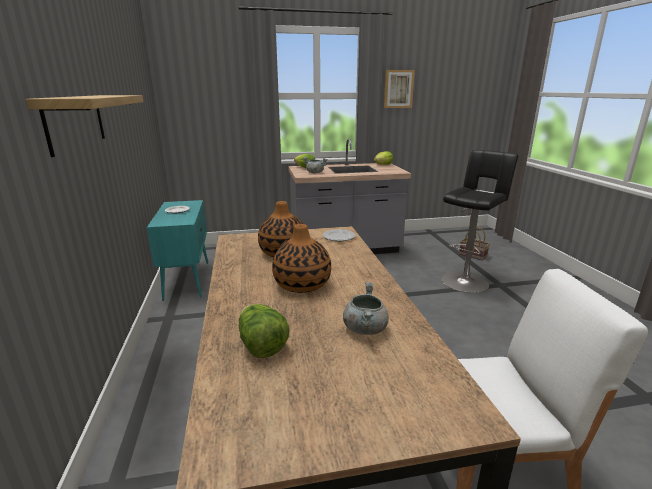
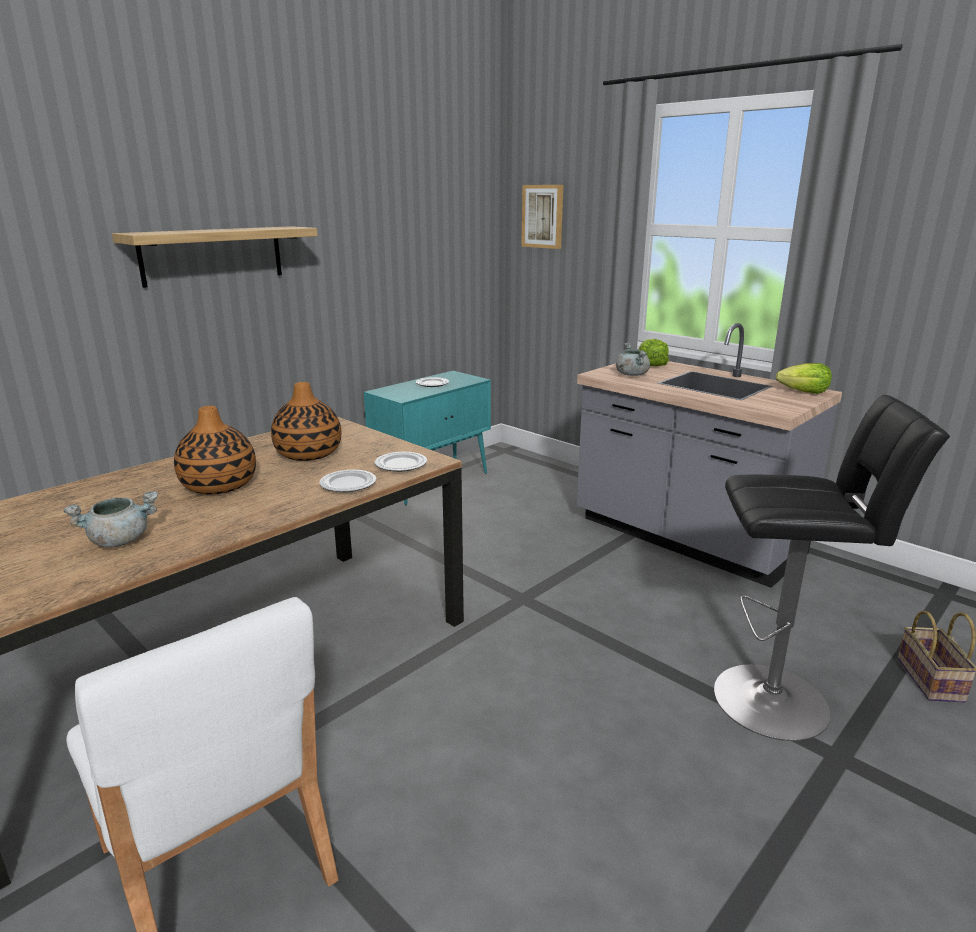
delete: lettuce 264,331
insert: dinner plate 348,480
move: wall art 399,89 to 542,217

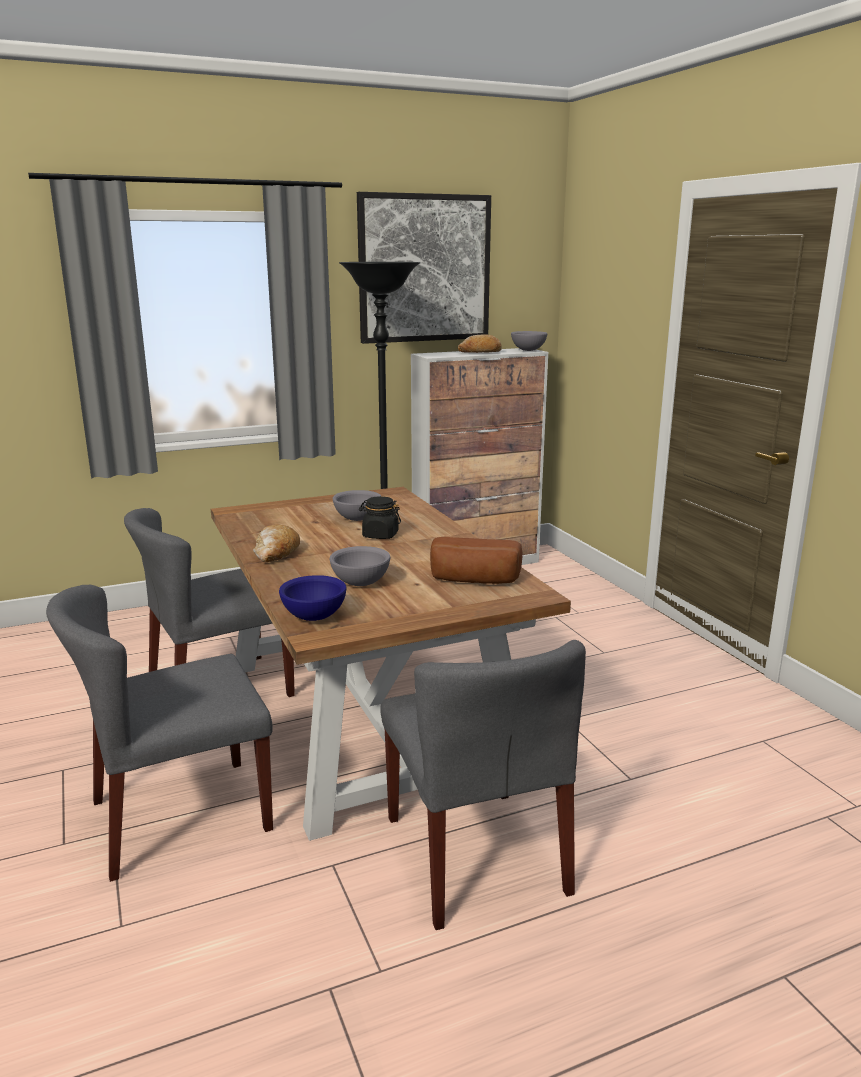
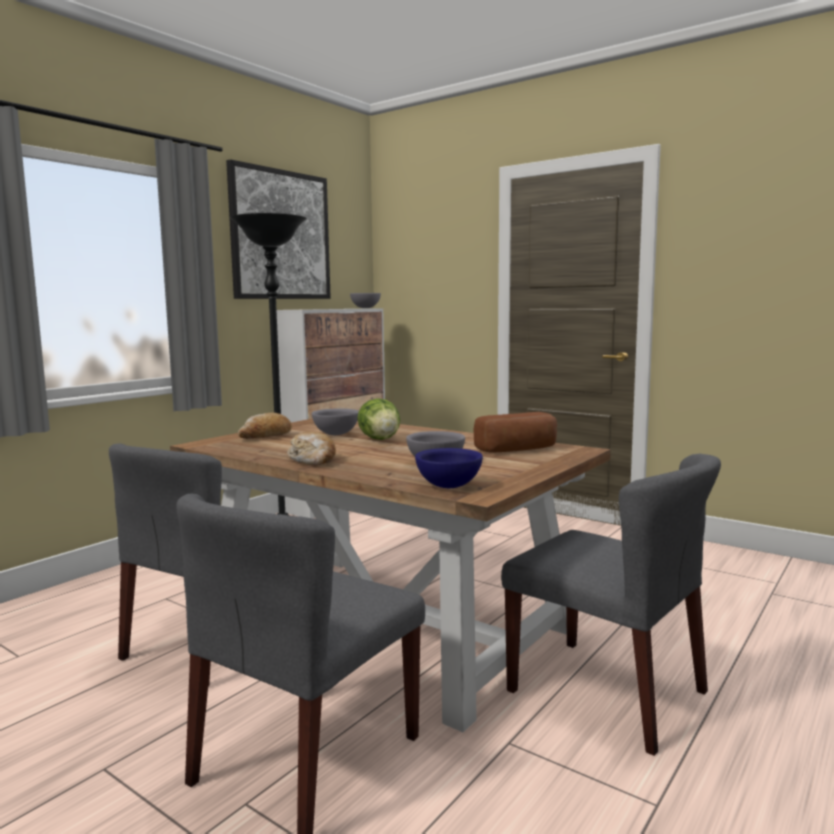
move: bread 480,343 to 265,426
replace: black storage jar 380,517 to lettuce 378,419

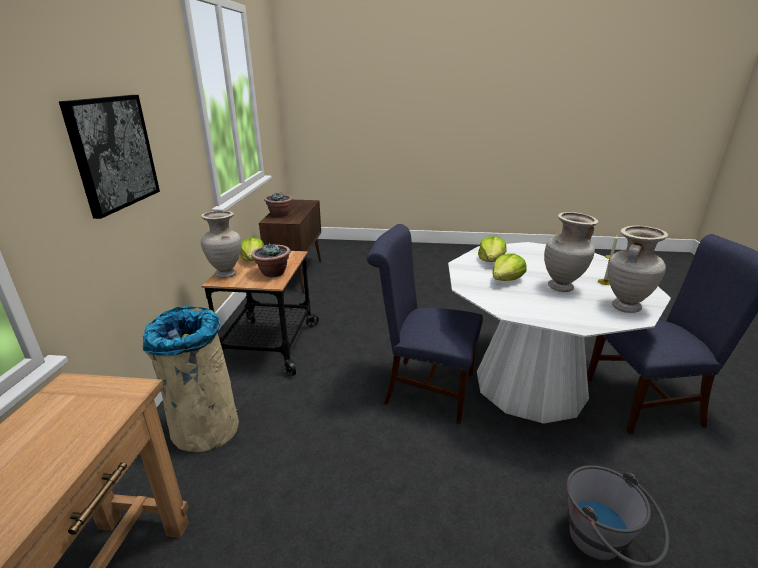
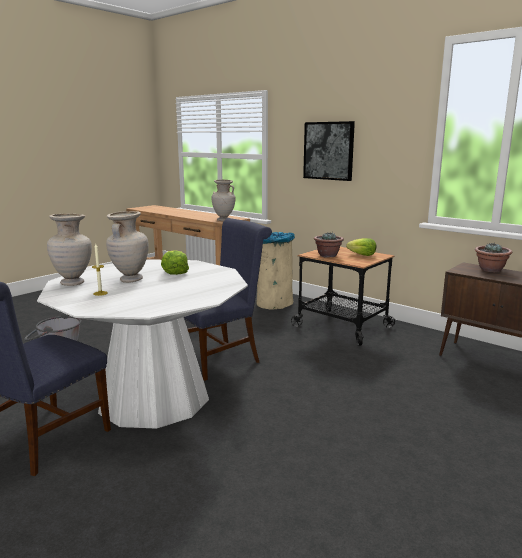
delete: lettuce 492,249
move: beige-coloured decorative vase 221,244 to 223,200

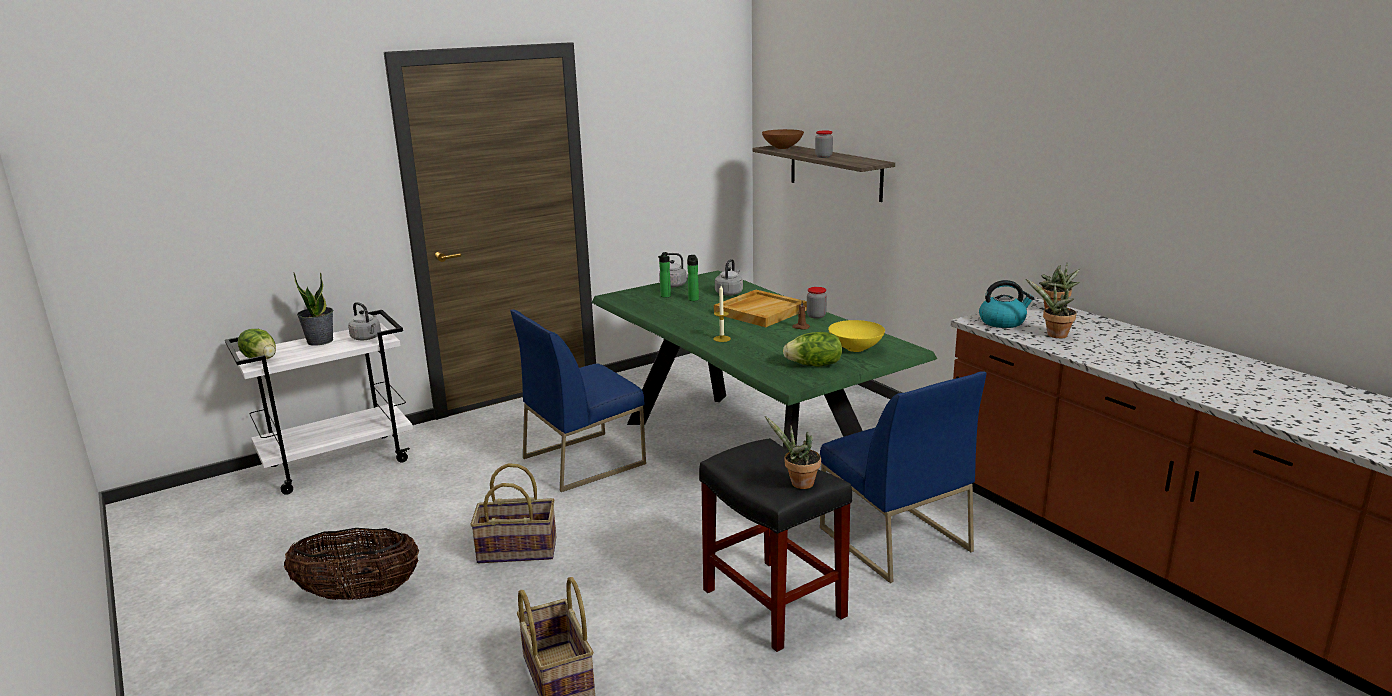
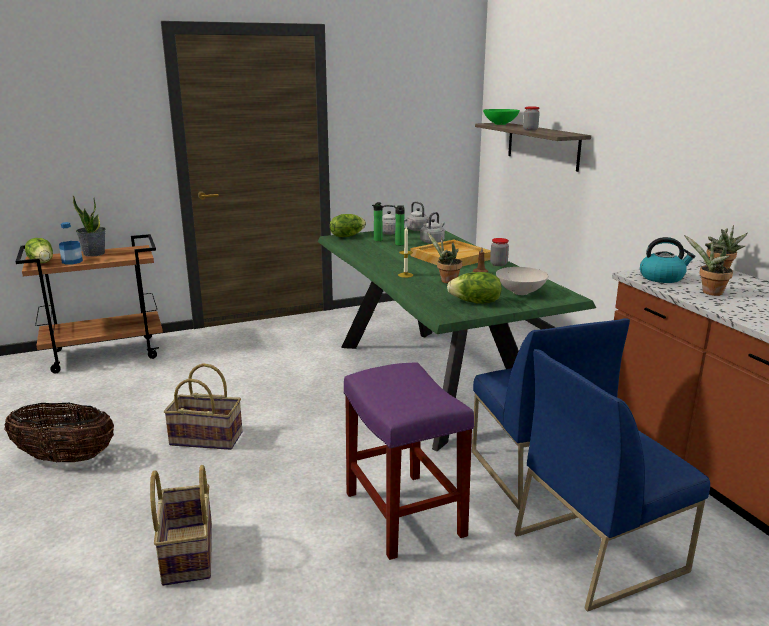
insert: beverage bottle 71,243; lettuce 348,225
move: grey water kettle 364,321 to 418,216; blue-coloured plain chair 578,401 to 612,480; houseplant 793,452 to 444,257
recolor: whitish trolley 319,402 to brown trolley 89,304; black stool 775,545 to purplish stool 409,461; brown deep dish 783,139 to green-coloured deep dish 501,117; yellowish deep dish 856,336 to whitish deep dish 522,281

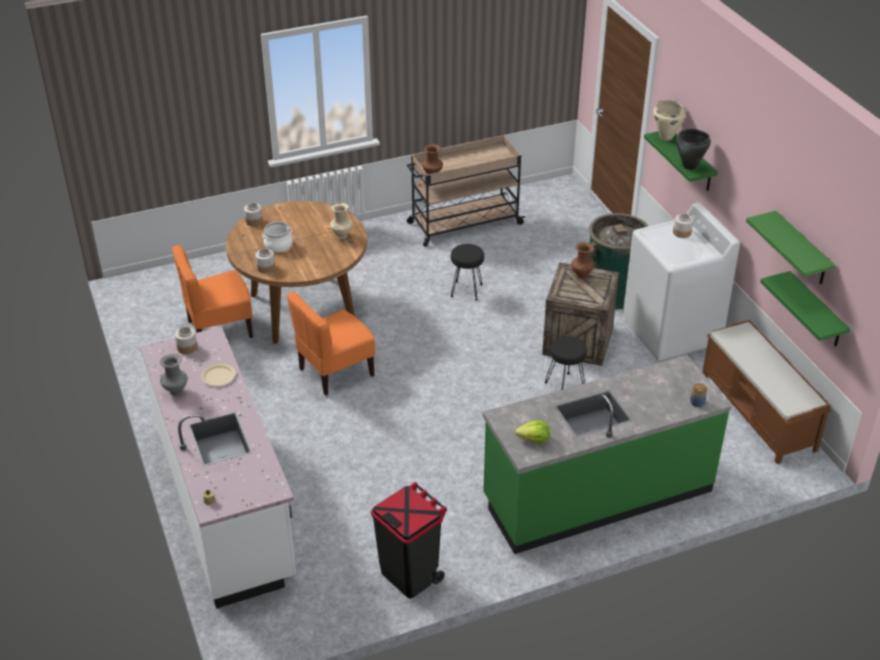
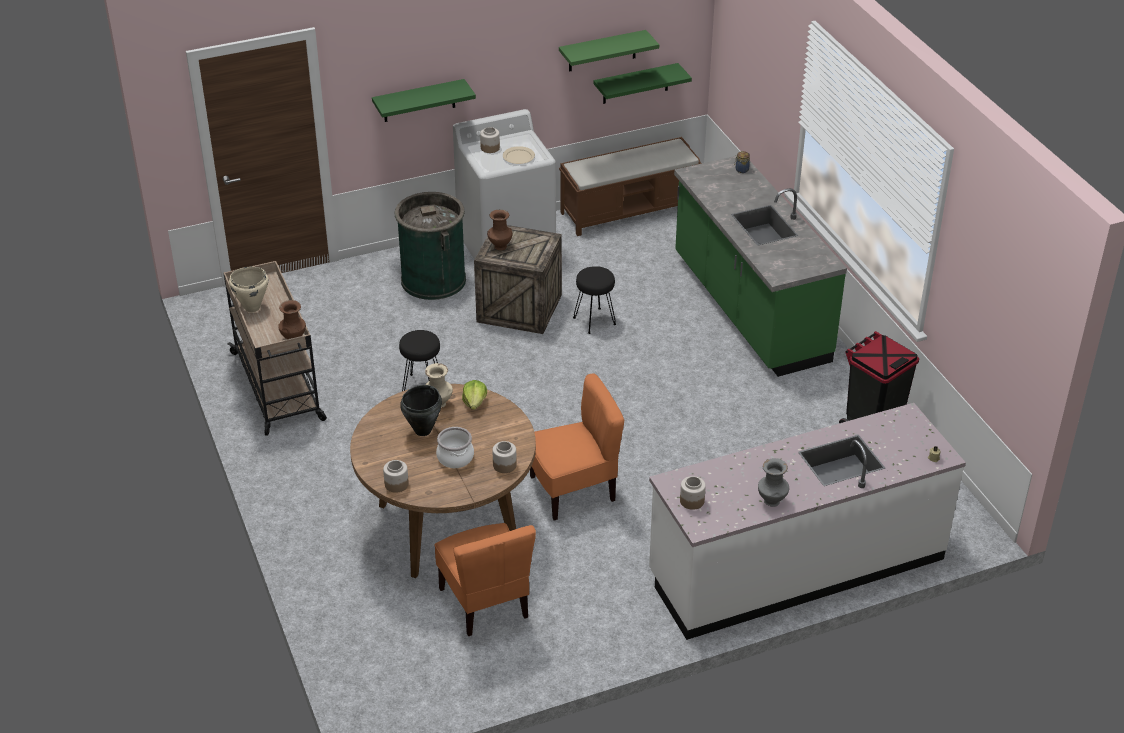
move: beige-coloured dinner plate 218,374 to 519,155; lettuce 532,432 to 474,395; beige-coloured saucepot 669,120 to 248,290; black saucepot 693,149 to 421,410
rotate: orange-coloured plain chair 331,344 = 577,446 75 degrees counterclockwise

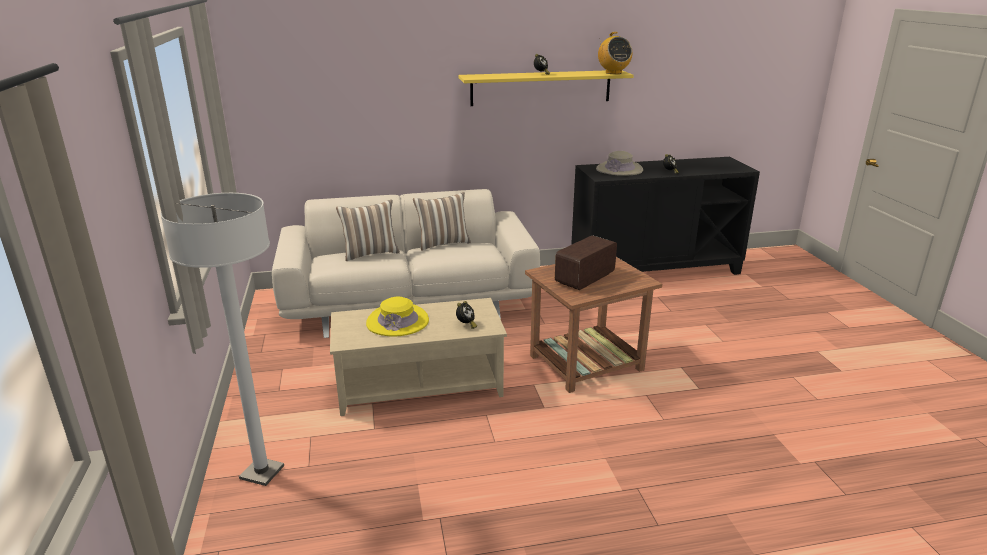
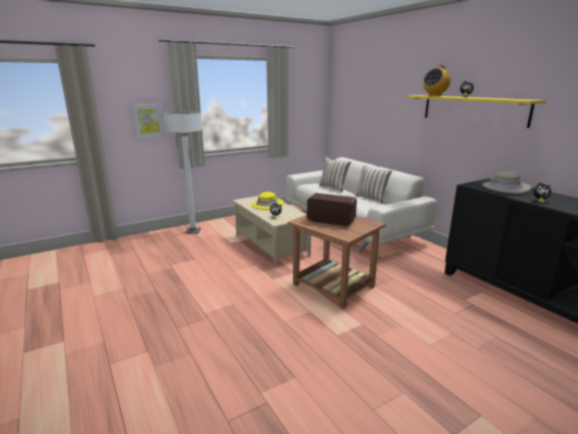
insert: wall art 148,121
move: radio 615,53 to 437,80

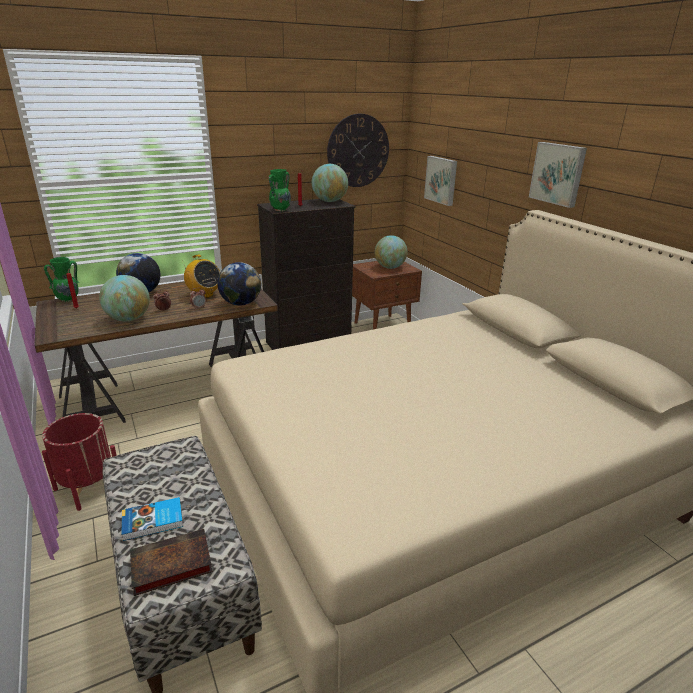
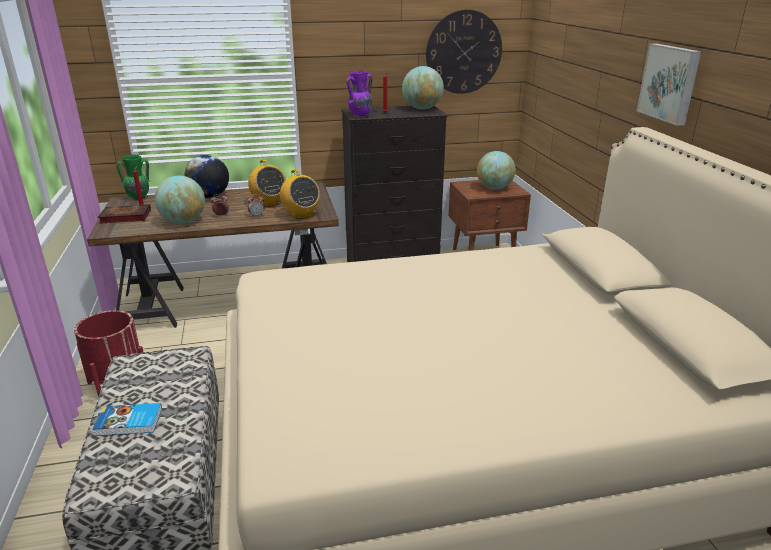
delete: wall art 440,181
move: volume 171,562 to 124,214
replace: world globe 239,284 to radio 300,194
recolor: green-coloured decorative vase 280,190 to purplish decorative vase 359,94

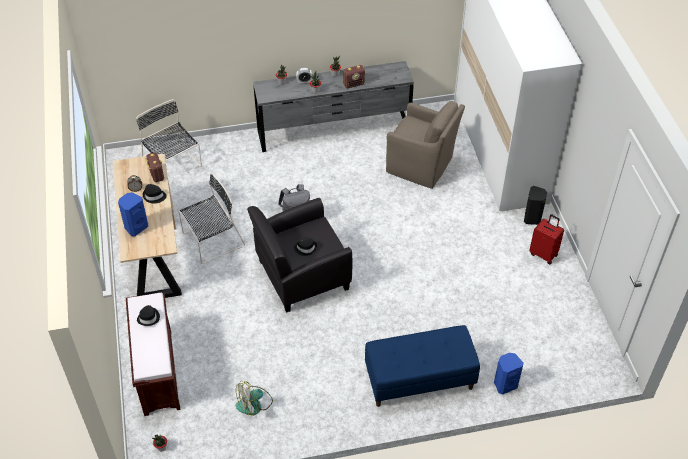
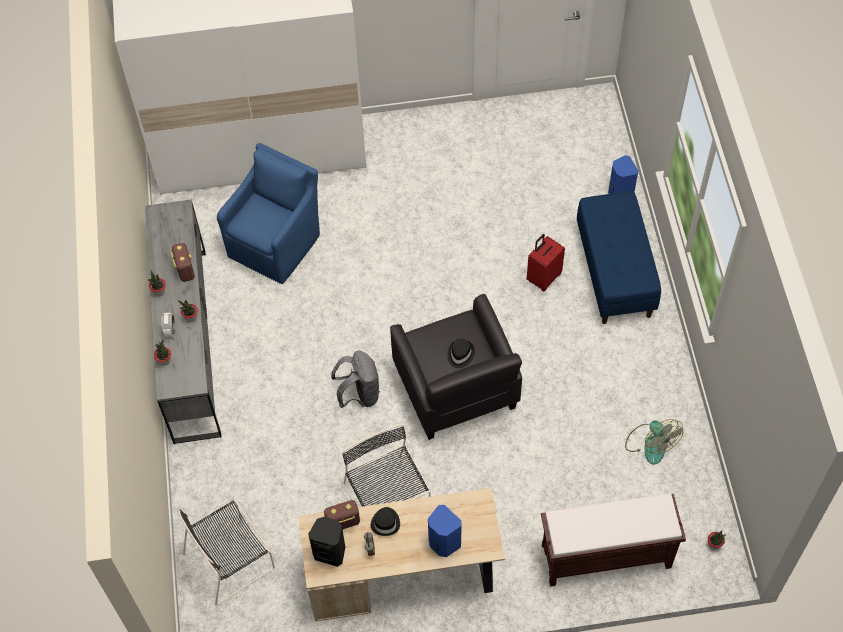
delete: black clothing hat 148,315
move: black speaker 535,205 to 326,542; red-coloured piece of luggage 546,239 to 546,262
recolor: brown armchair 425,145 to blue-coloured armchair 268,213

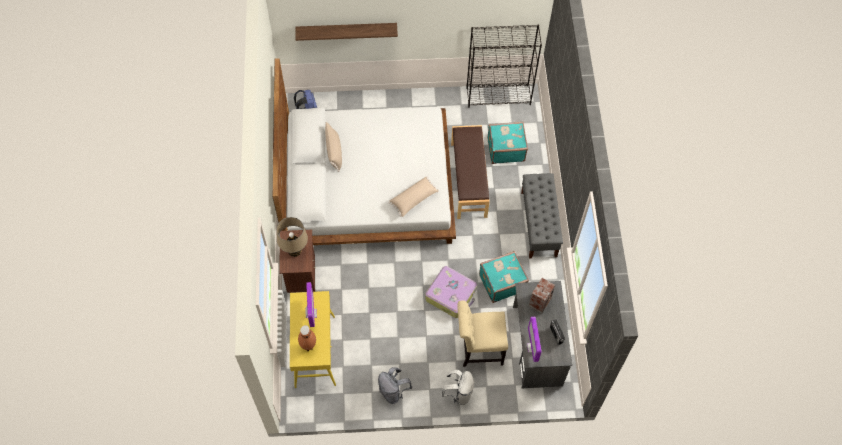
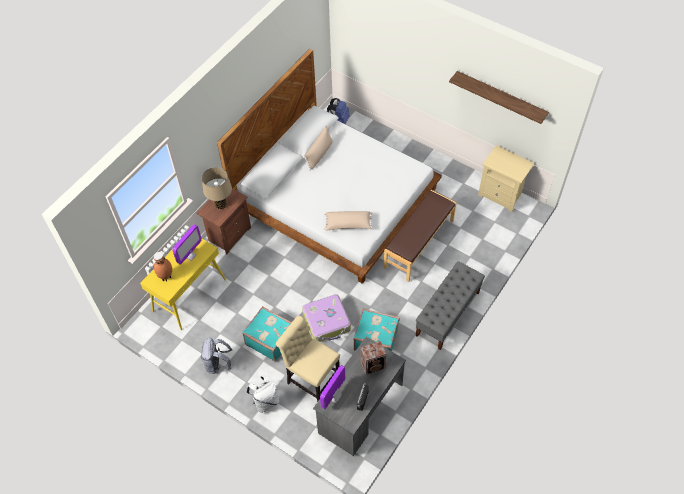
move: wall shelf 346,32 to 499,97; blue-green piece of luggage 508,143 to 267,334
replace: black shelving unit 504,66 to beige-coloured nightstand 506,178

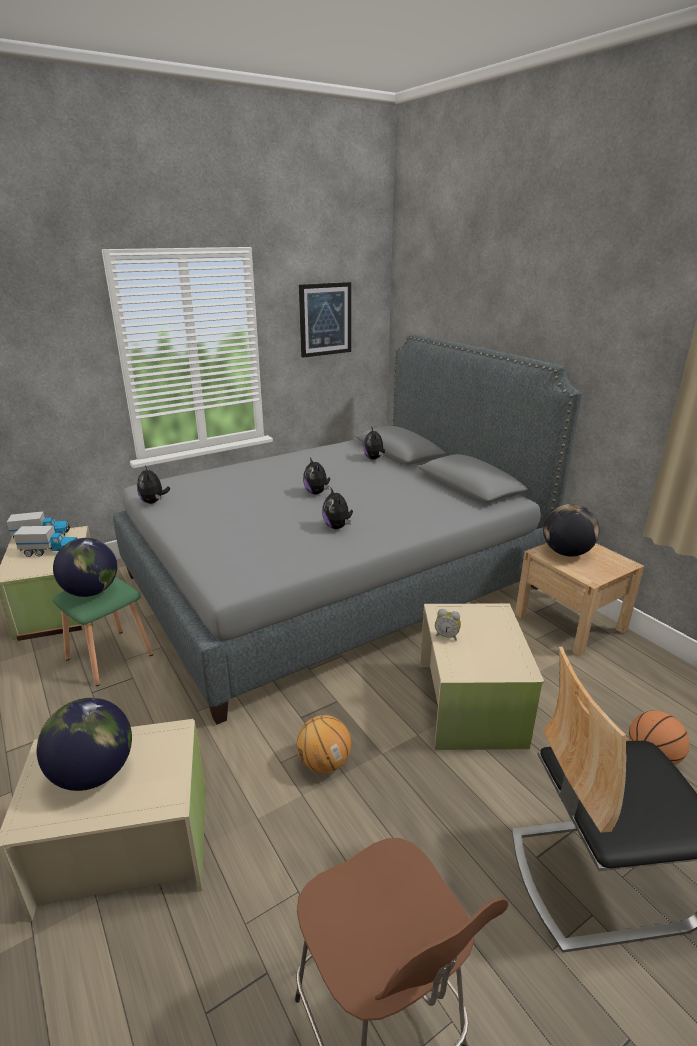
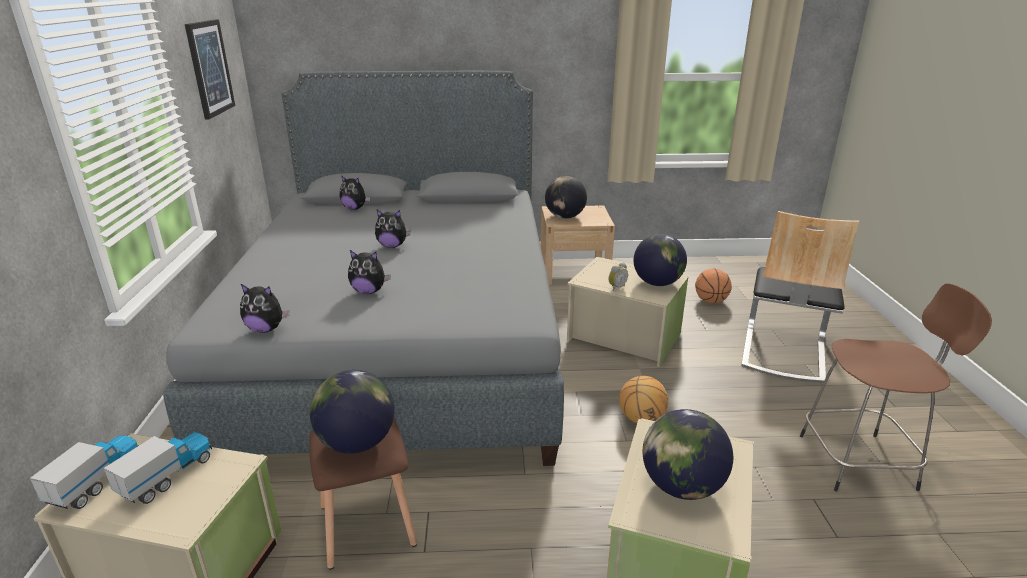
insert: world globe 660,260
move: cuddly toy 337,508 to 369,272
recolor: green-coloured stool 102,631 to brown stool 363,494

